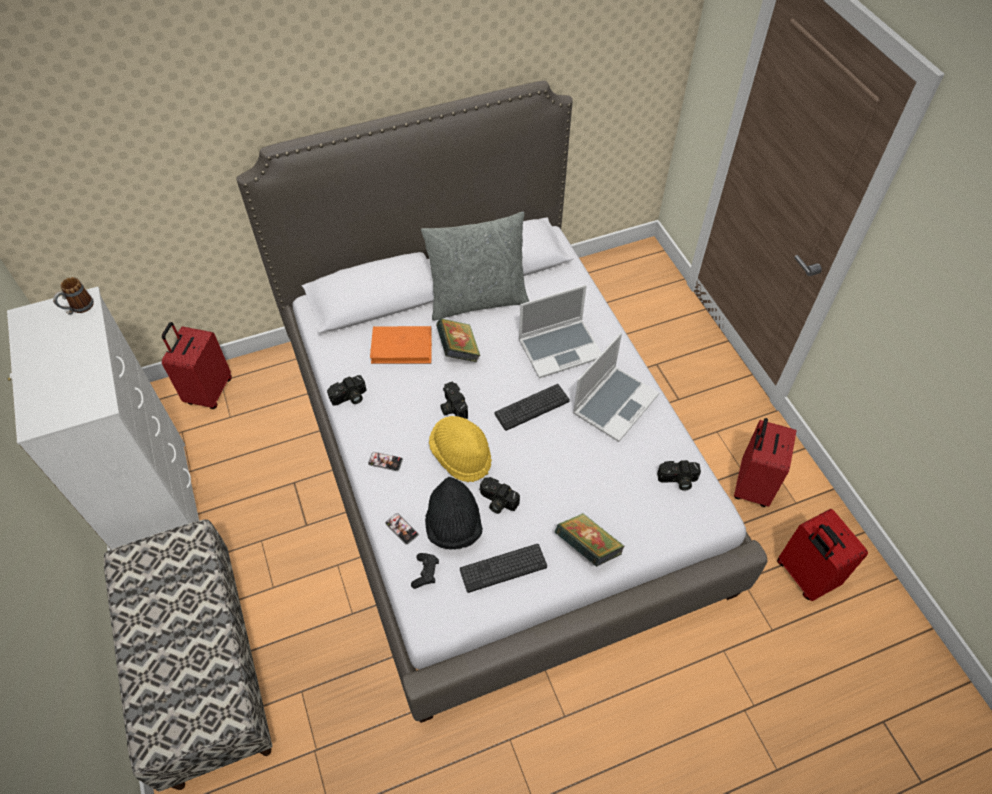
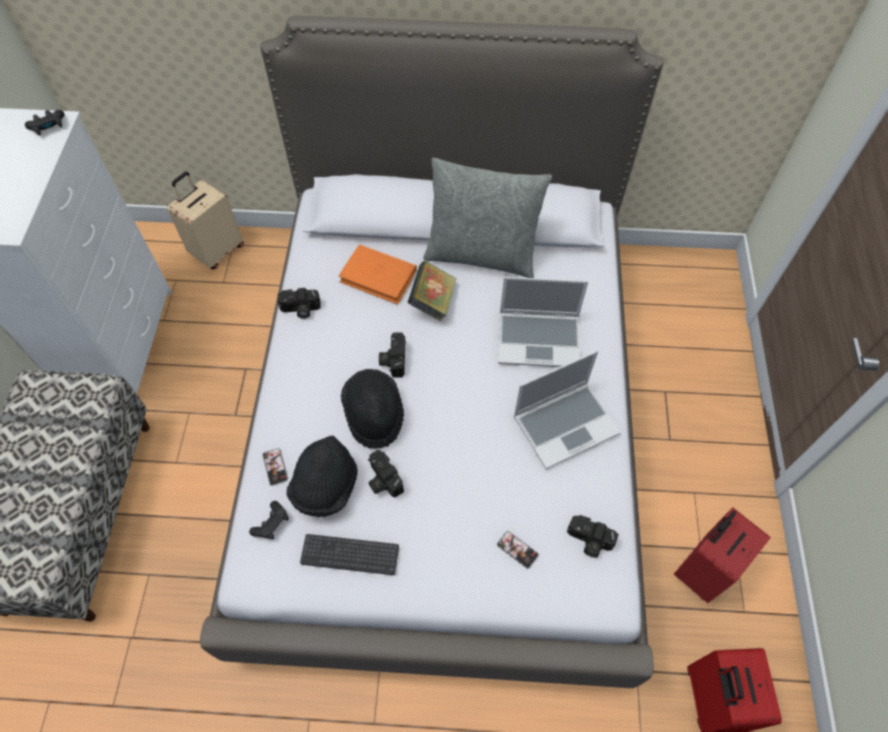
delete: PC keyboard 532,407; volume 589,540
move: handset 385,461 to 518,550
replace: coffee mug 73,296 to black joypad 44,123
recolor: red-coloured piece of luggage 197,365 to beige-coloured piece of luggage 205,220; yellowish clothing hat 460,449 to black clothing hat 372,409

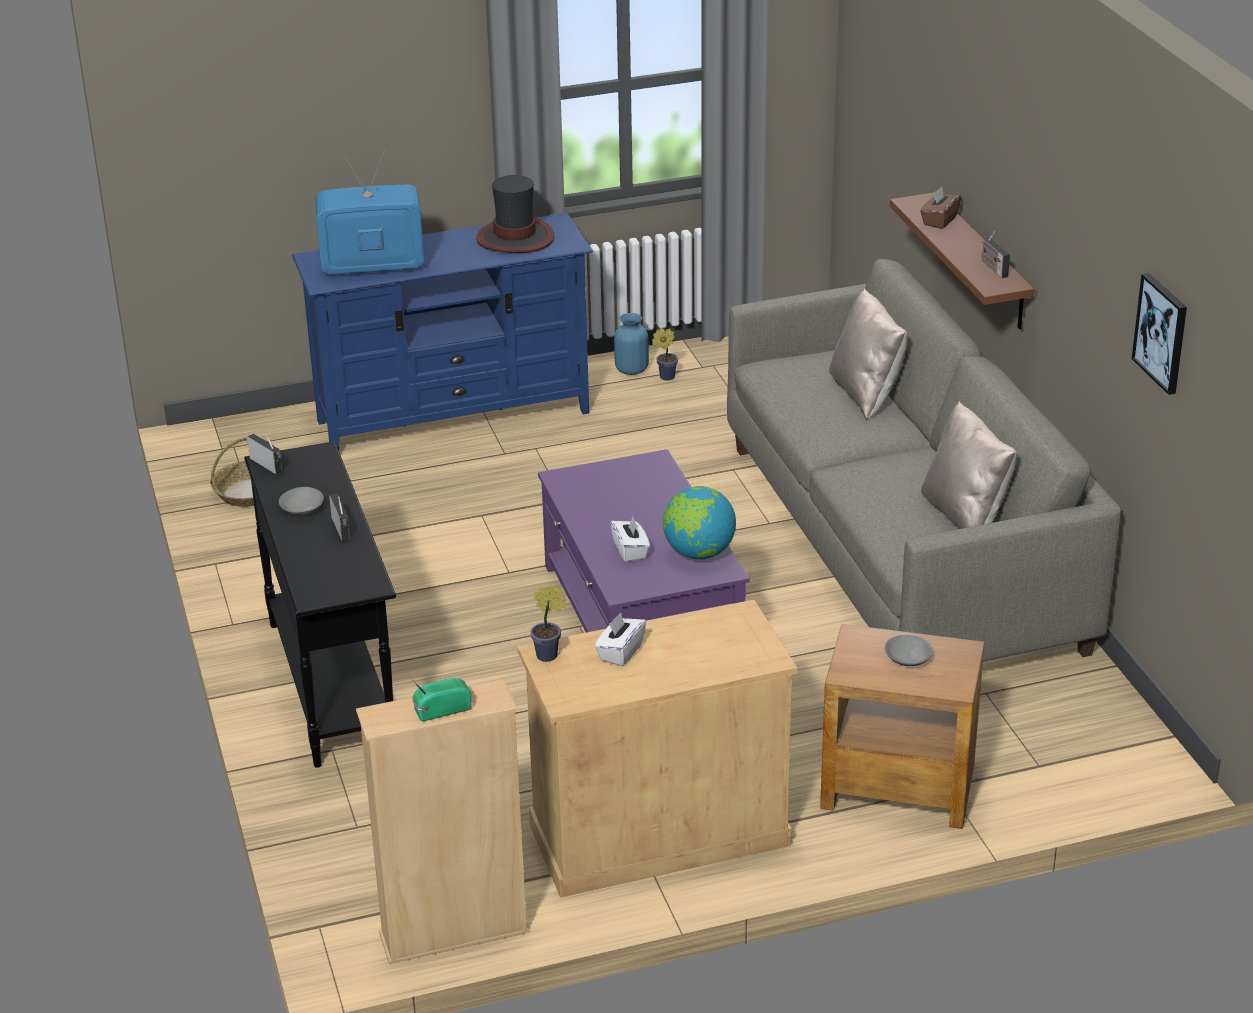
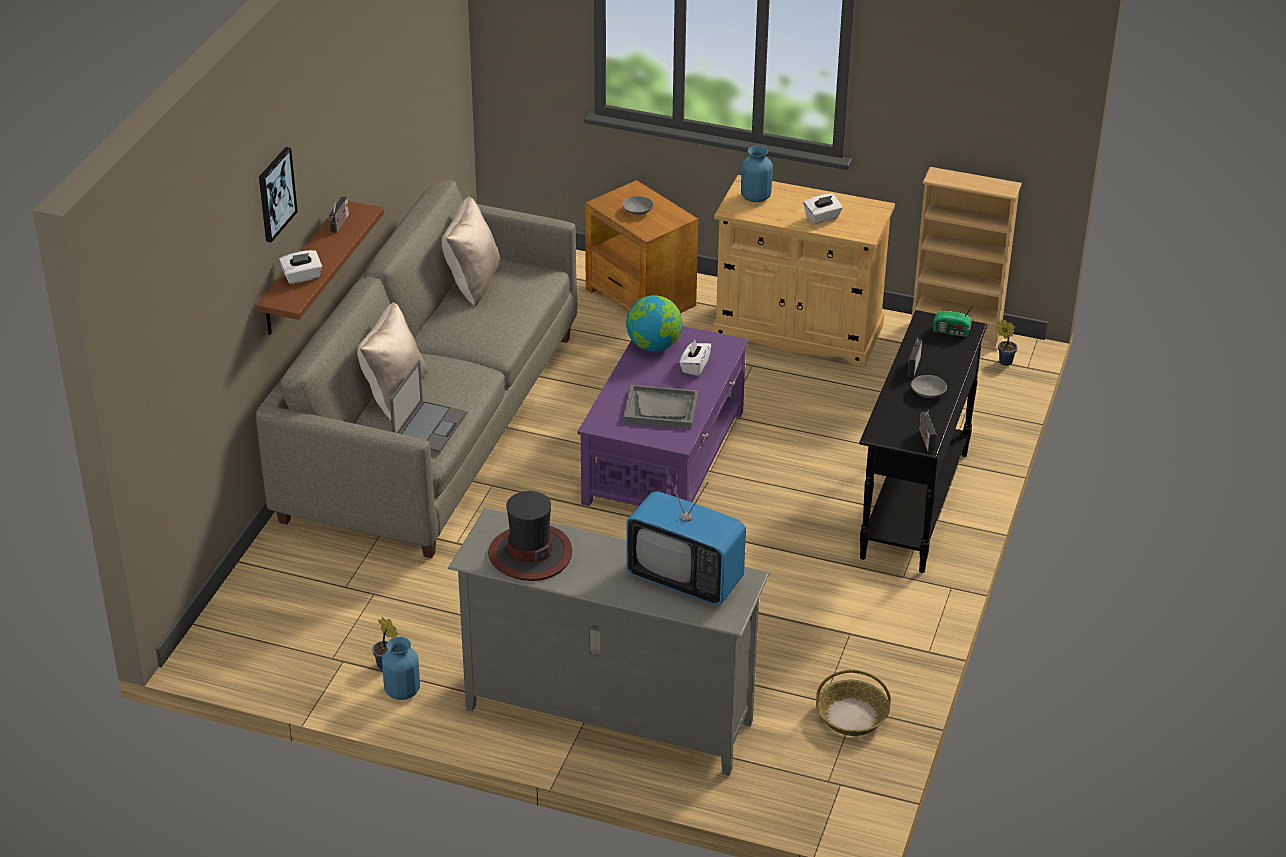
insert: notebook computer 429,406; grey serving tray 660,406; blue-coloured decorative vase 757,174
move: radio 441,699 to 954,320; houseplant 548,623 to 1007,342; wall art 1159,334 to 278,195
recolor: blue-coloured tv unit 442,331 to grey tv unit 609,642; brown box of tissues 940,207 to whitish box of tissues 300,267

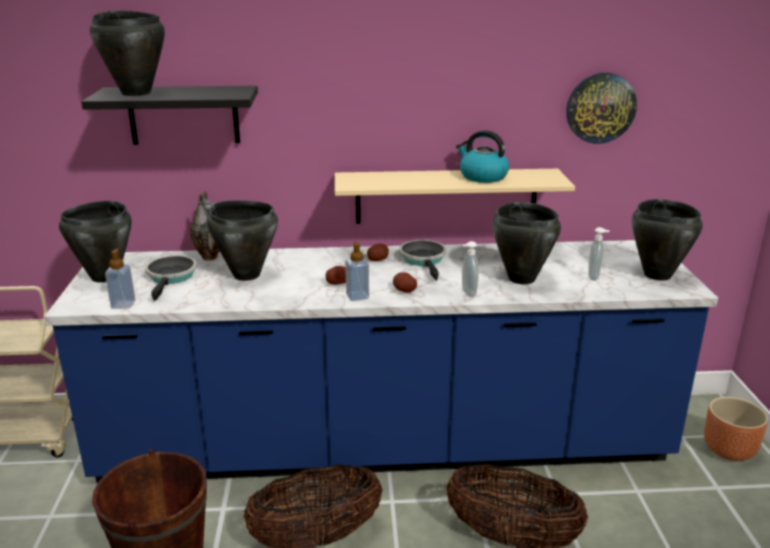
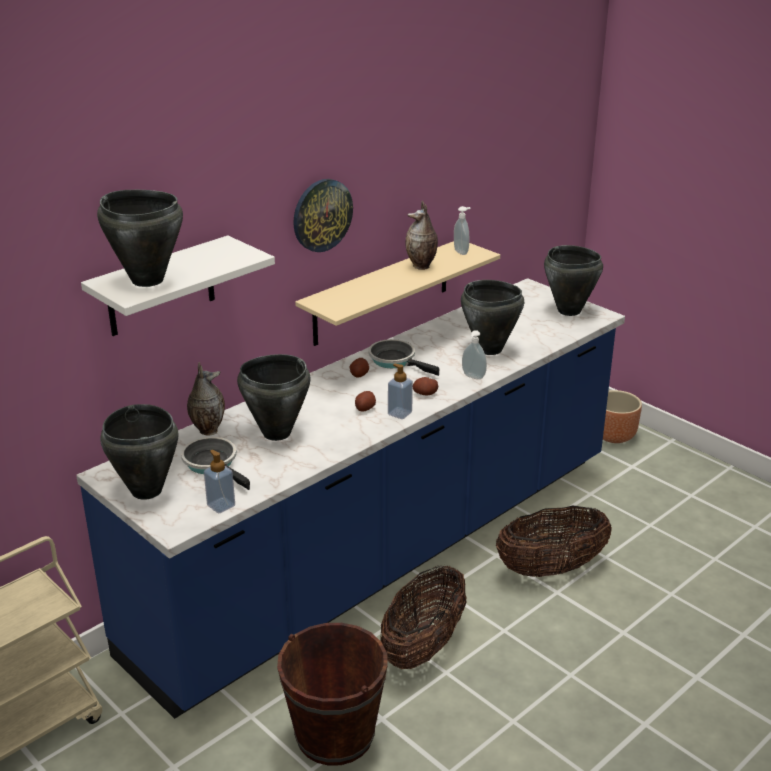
move: hanging clock 601,108 to 323,215; soap dispenser 599,254 to 462,230
replace: water kettle 482,156 to decorative vase 421,235
recolor: black wall shelf 169,115 to whitish wall shelf 178,286

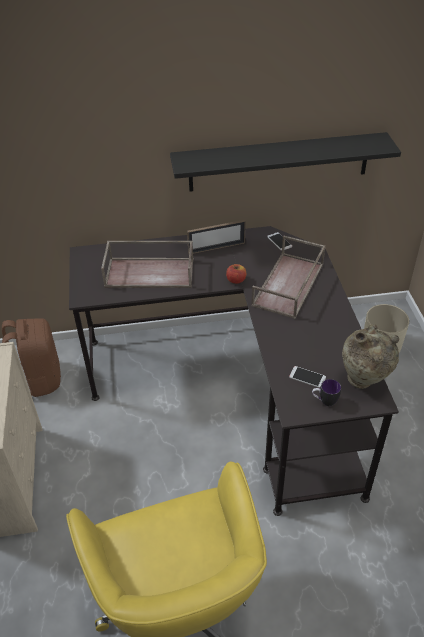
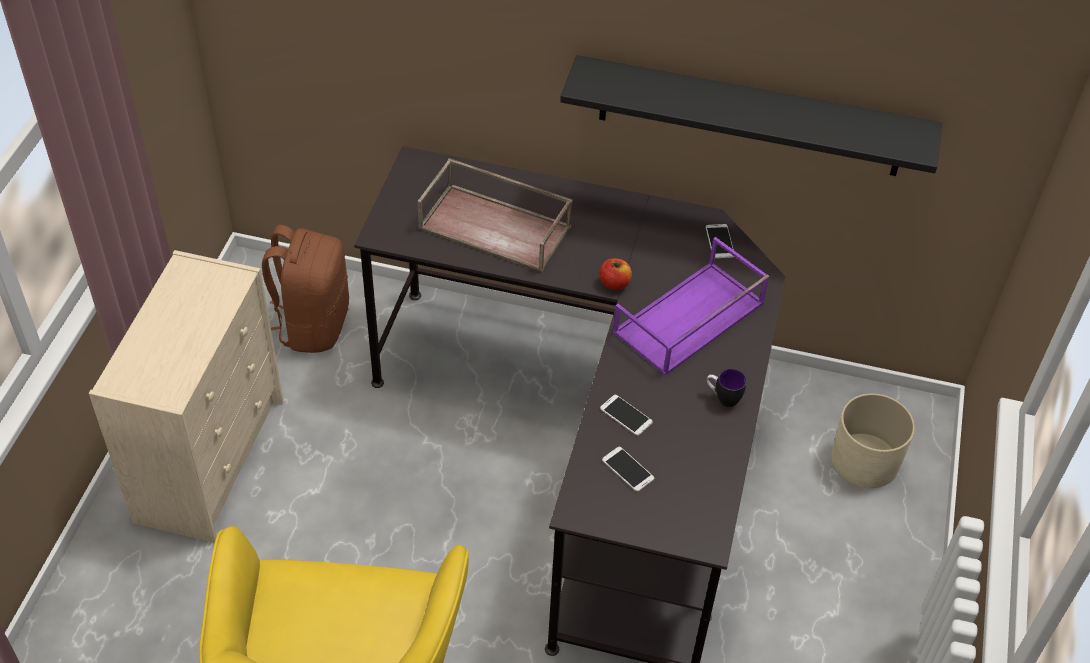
delete: picture frame 216,237; beige-coloured decorative vase 370,356
insert: handset 626,415
move: coffee mug 326,392 to 726,388
recolor: brown serving tray 288,277 to purplish serving tray 691,306

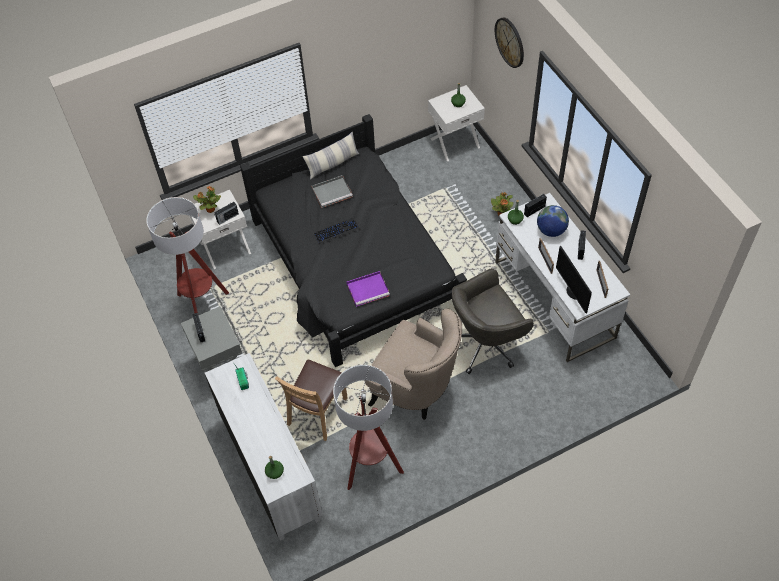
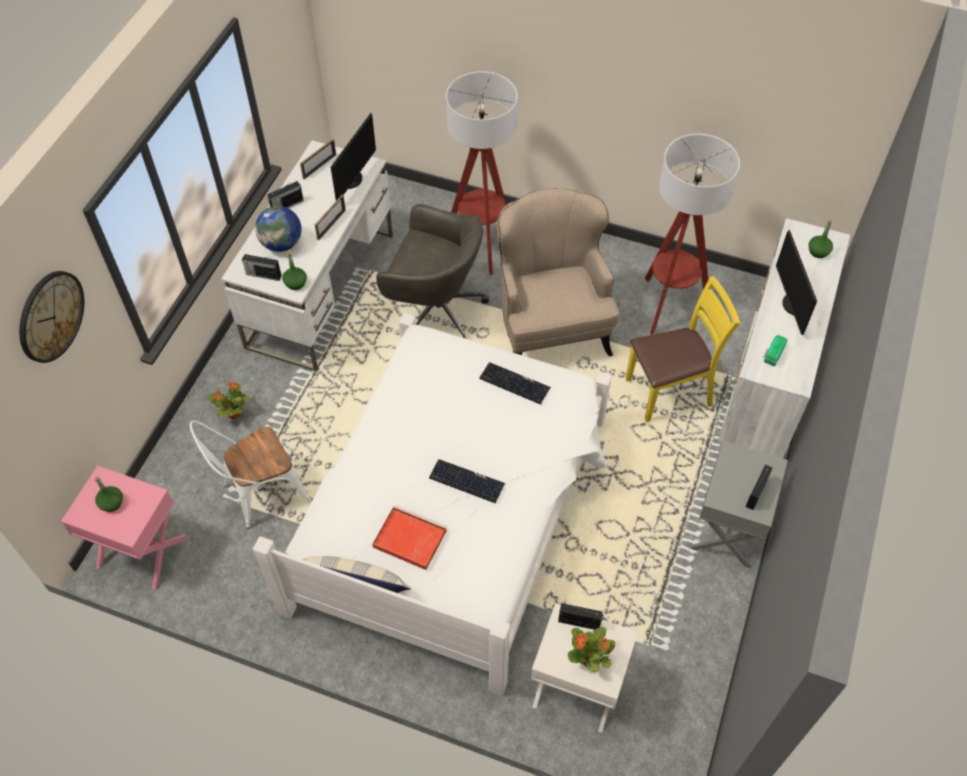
insert: whitish plain chair 250,474; computer screen 796,282
move: floor lamp 187,255 to 482,173
replace: purplish serving tray 368,289 to PC keyboard 515,383
recolor: black sleeping bed 353,240 to whitish sleeping bed 432,504; brown plain chair 311,400 to yellowish plain chair 682,349; grey serving tray 332,191 to red-coloured serving tray 409,537; whitish nightstand 456,123 to pinkish nightstand 124,528

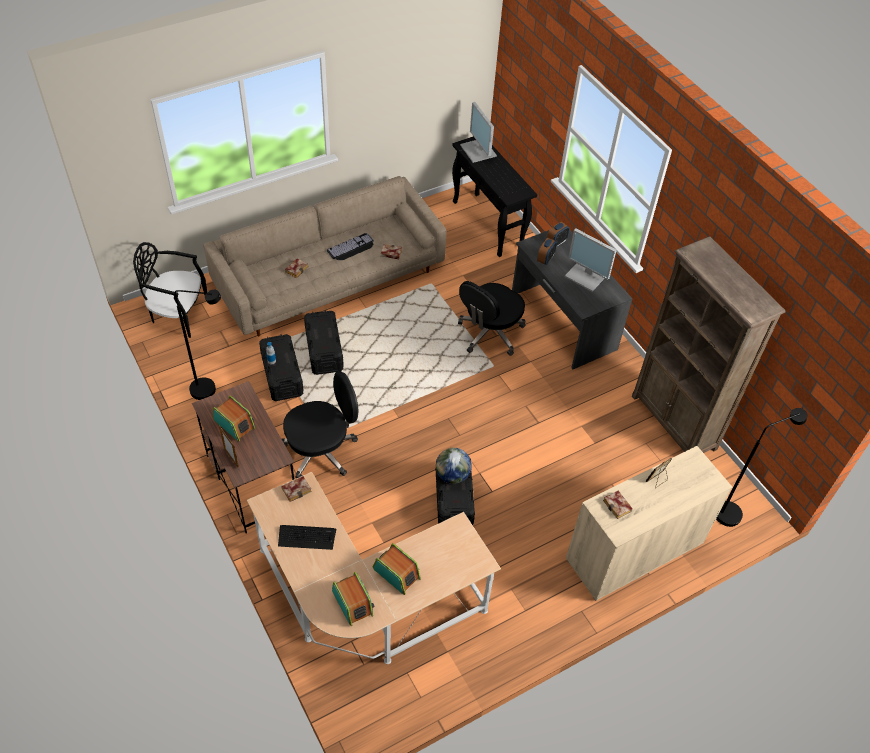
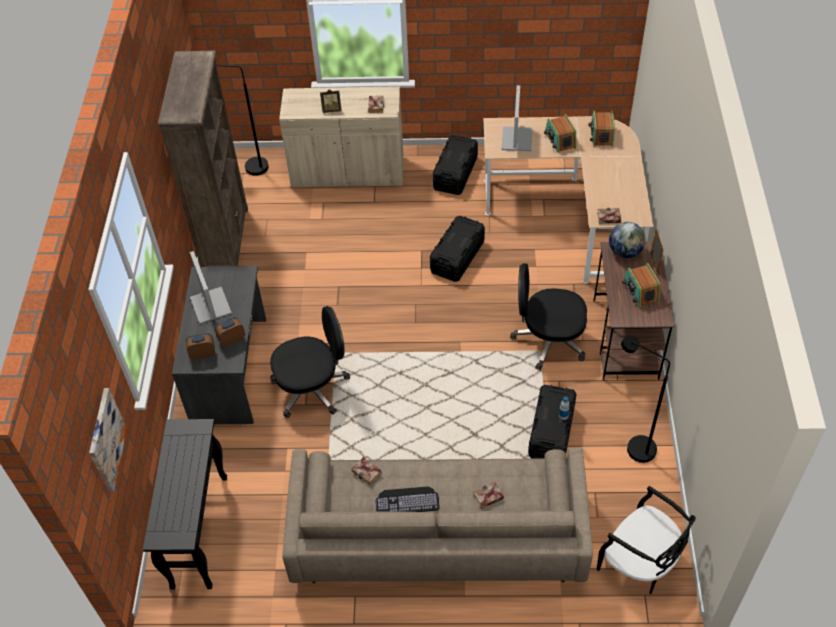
delete: PC keyboard 307,537
insert: wall art 108,440
move: black storage bin 324,342 to 455,165; world globe 454,466 to 627,240; computer screen 478,132 to 517,118

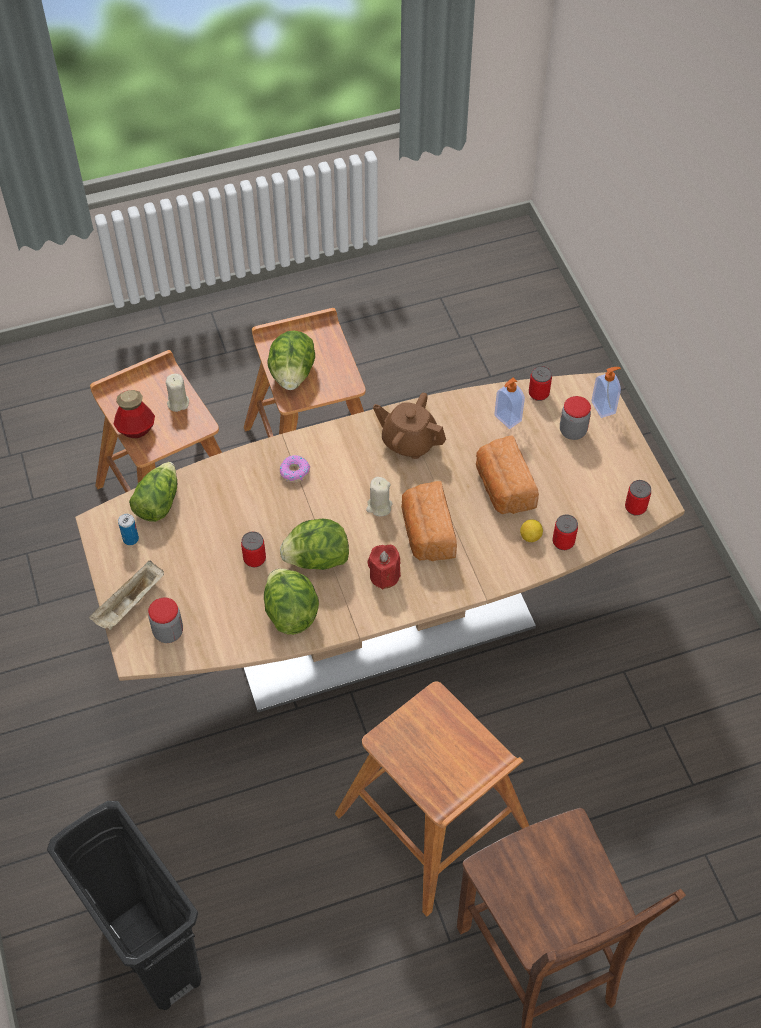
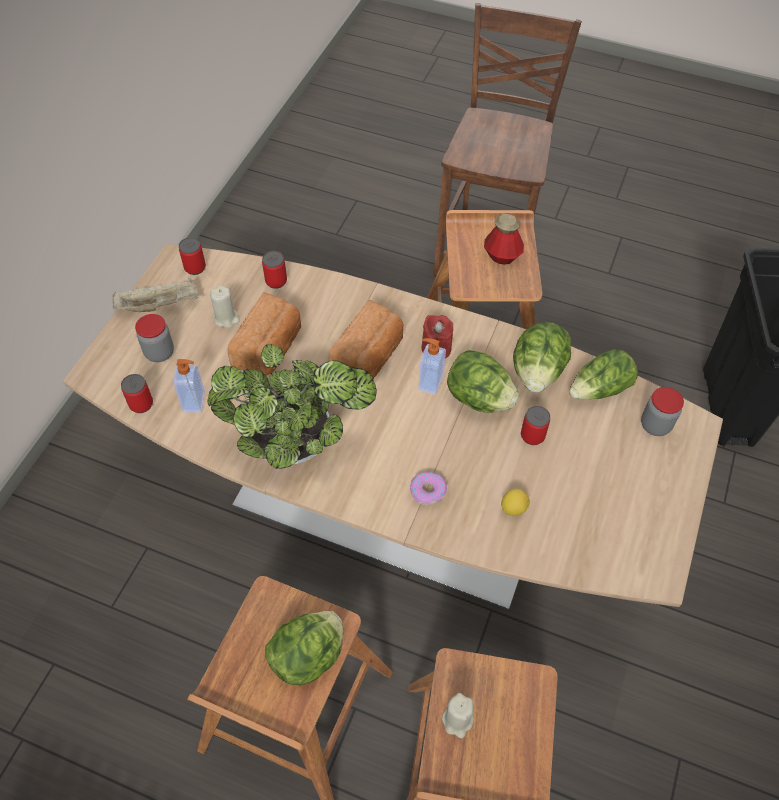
delete: sealed can 128,529
move: beige-coloured serving tray 126,595 to 155,295; beverage bottle 134,414 to 504,239; lettuce 153,492 to 603,374; beige-coloured candle 379,496 to 225,306; lemon 531,530 to 515,502; soap dispenser 606,392 to 432,366
replace: brown tea pot 409,426 to houseplant 292,406

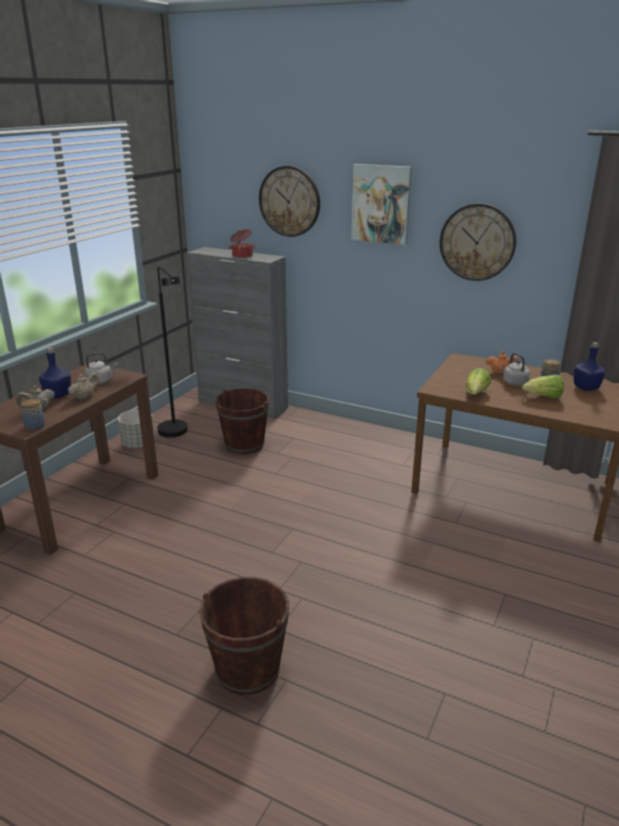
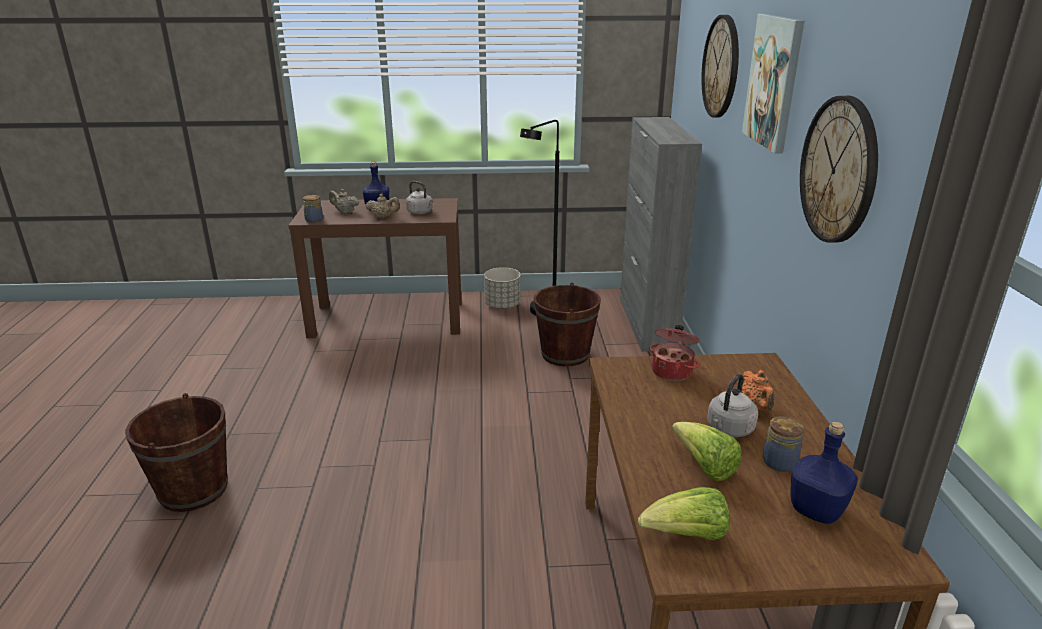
move: saucepot 242,243 to 674,353; lettuce 478,381 to 683,513

